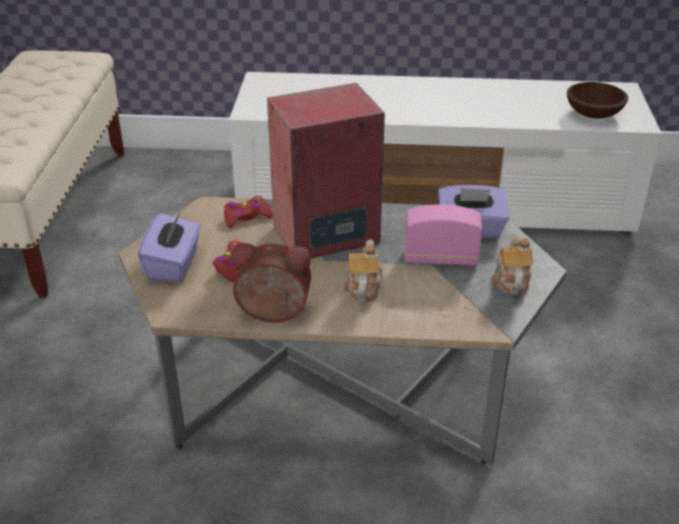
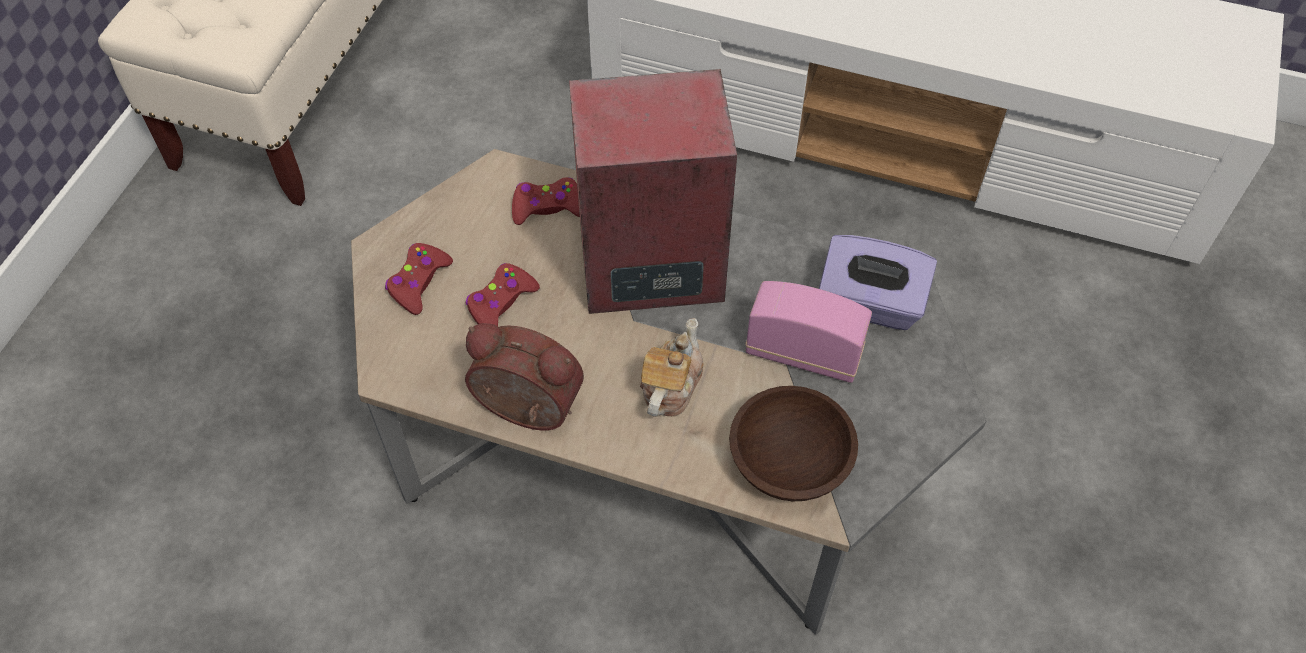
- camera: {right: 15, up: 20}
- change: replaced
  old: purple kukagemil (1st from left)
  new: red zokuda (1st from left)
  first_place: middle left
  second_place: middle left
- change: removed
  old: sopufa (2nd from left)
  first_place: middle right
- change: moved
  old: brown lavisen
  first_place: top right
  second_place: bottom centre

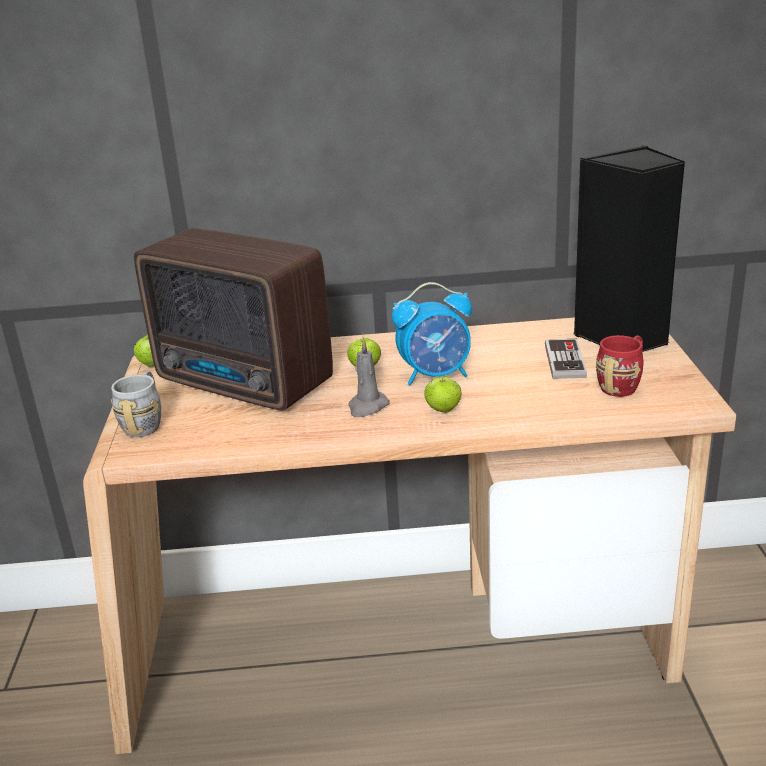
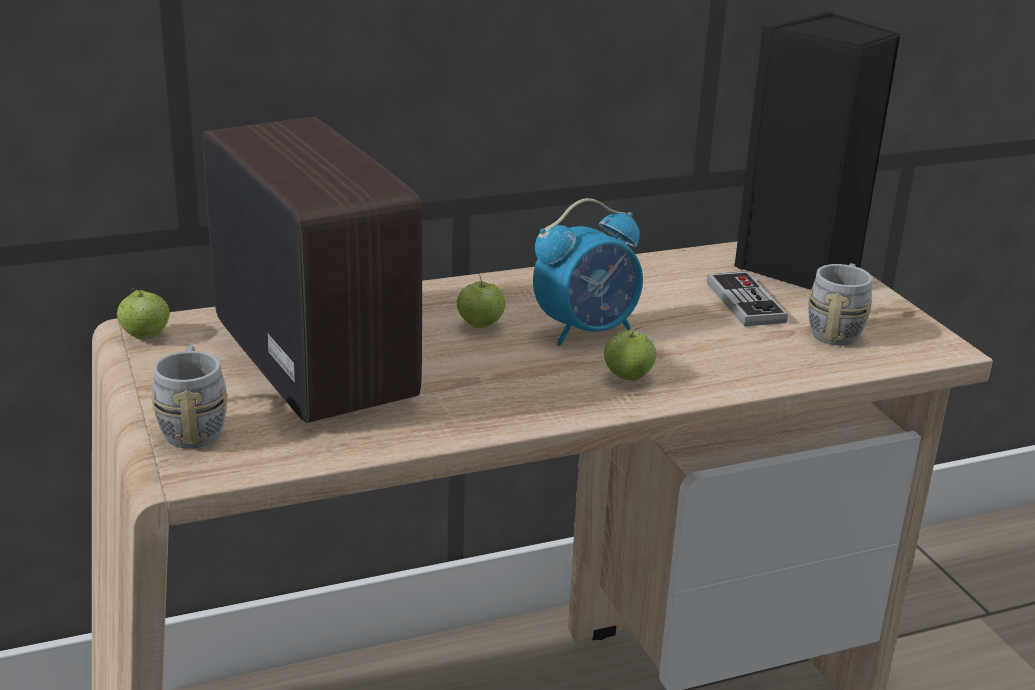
- camera: {right: -20, up: 0}
- change: turned
  old: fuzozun
  first_place: middle left
  second_place: middle left
  degrees: -135
- change: removed
  old: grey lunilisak
  first_place: centre
- change: recoloured
  old: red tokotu
  new: grey tokotu (2nd from left)
  first_place: middle right
  second_place: middle right

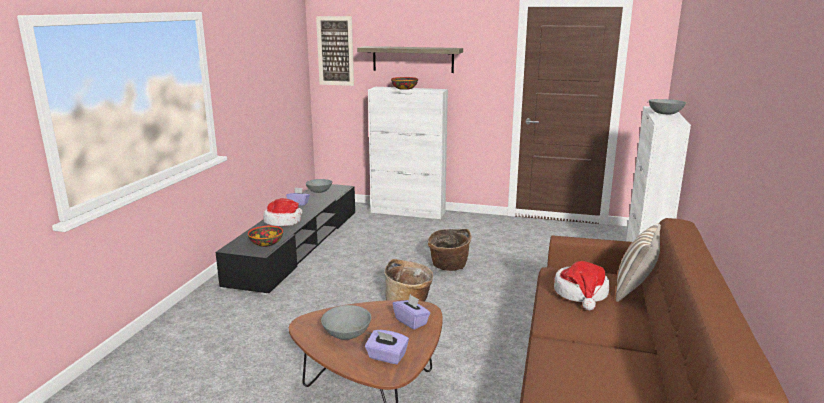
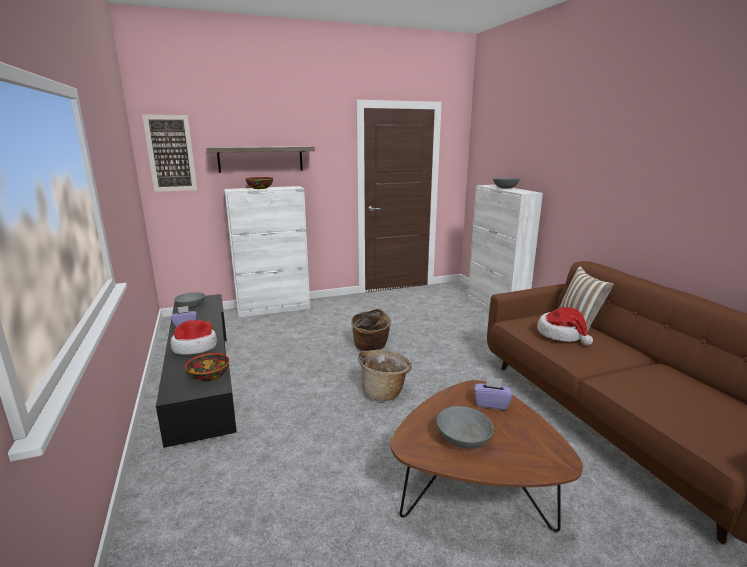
- camera: {right: -35, up: 0}
- change: removed
  old: purple kukagemil (2nd from left)
  first_place: bottom centre

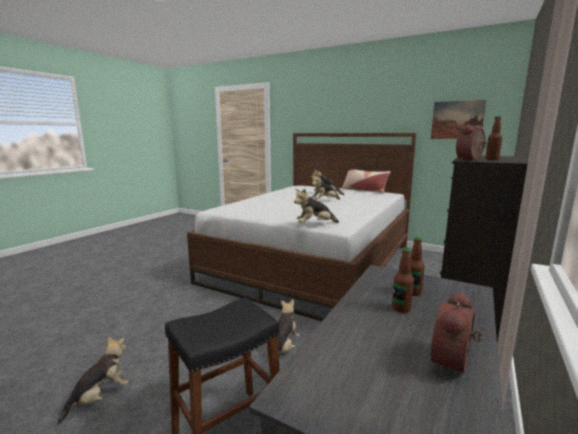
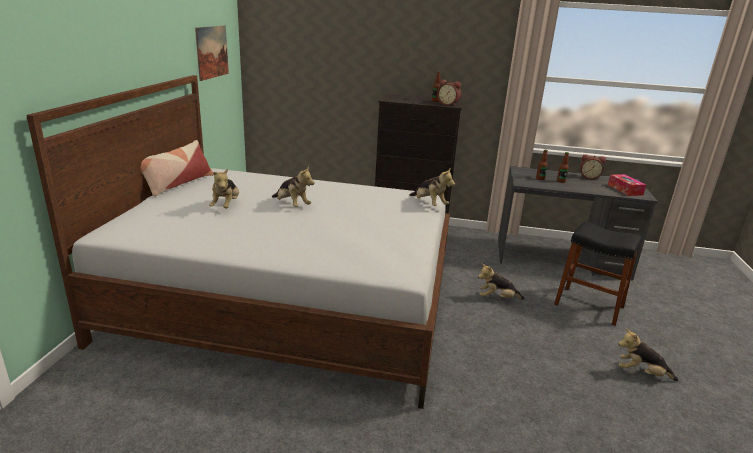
- camera: {right: -110, up: 10}
- change: added
  new: kukagemil
  second_place: middle right

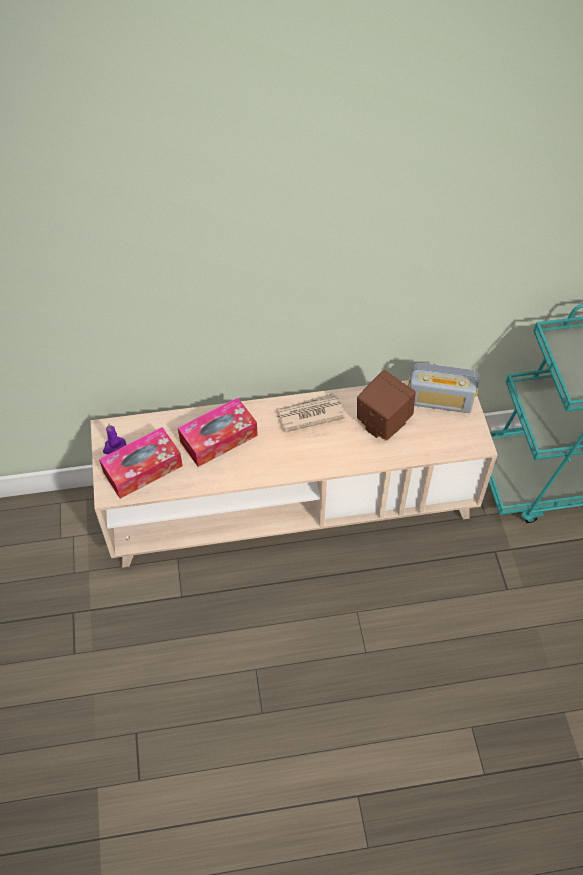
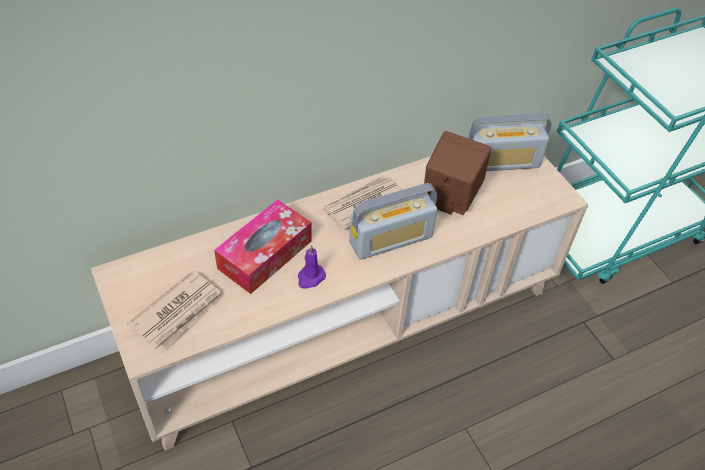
- camera: {right: -20, up: -5}
- change: replaced
  old: kukagemil (1st from left)
  new: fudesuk (1st from left)
  first_place: middle left
  second_place: middle left
- change: moved
  old: purple lunilisak
  first_place: middle left
  second_place: centre
- change: added
  new: fuzozun (1st from left)
  second_place: centre

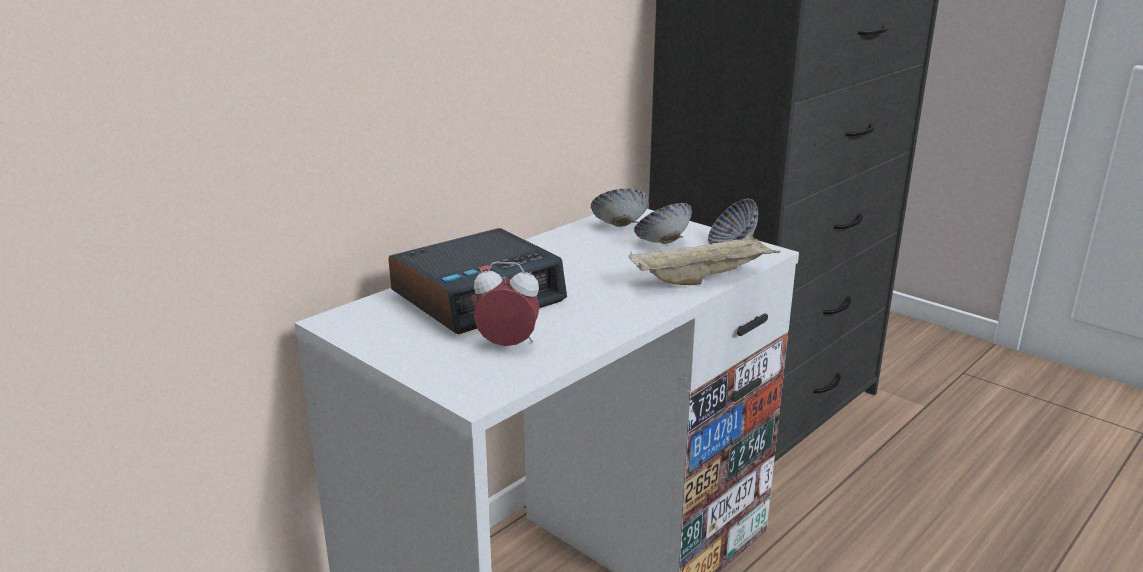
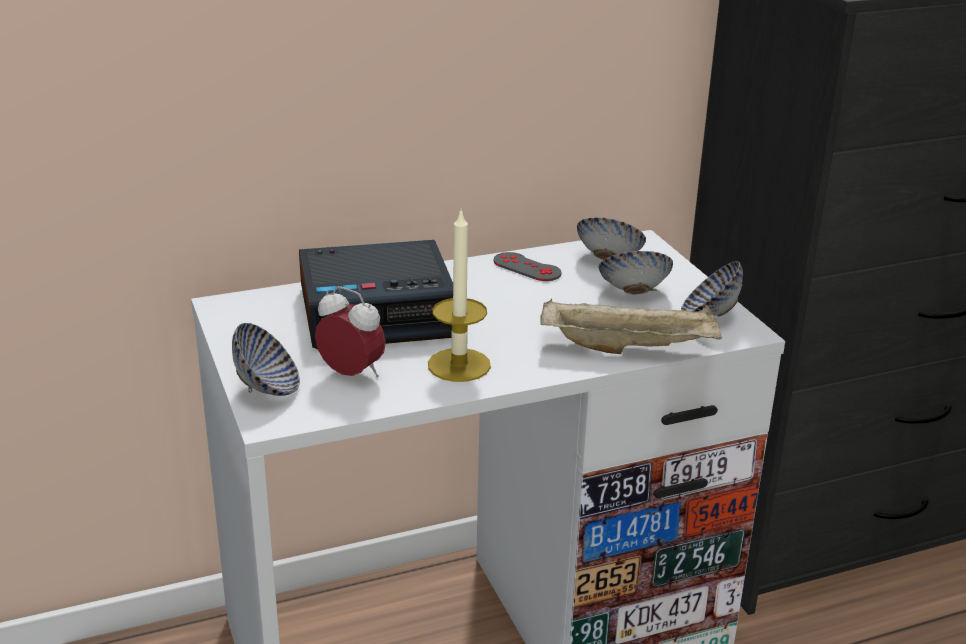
- camera: {right: 25, up: 5}
- change: added
  new: lavisen (1st from left)
  second_place: middle left
- change: added
  new: lunilisak
  second_place: centre
- change: added
  new: grey zokuda
  second_place: centre

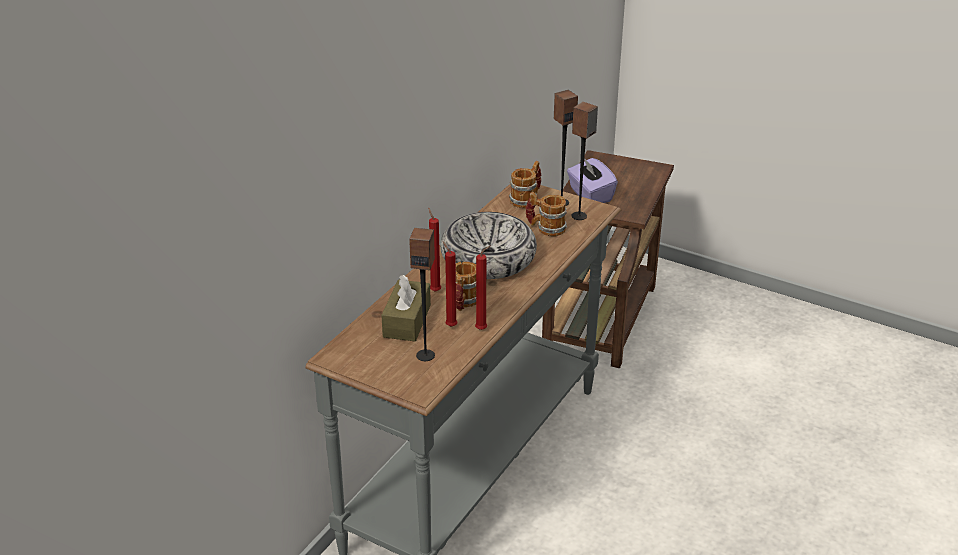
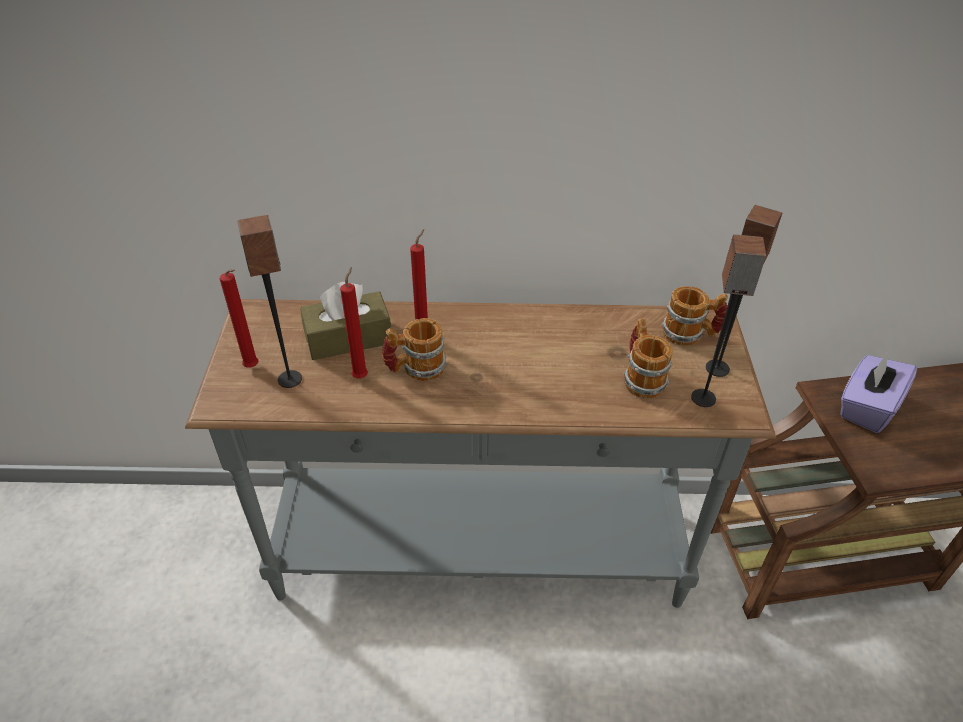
- camera: {right: 60, up: 10}
- change: removed
  old: lavisen
  first_place: centre
- change: moved
  old: red lunilisak (3rd from left in the first image)
  new: red lunilisak (1st from left)
  first_place: centre
  second_place: middle left

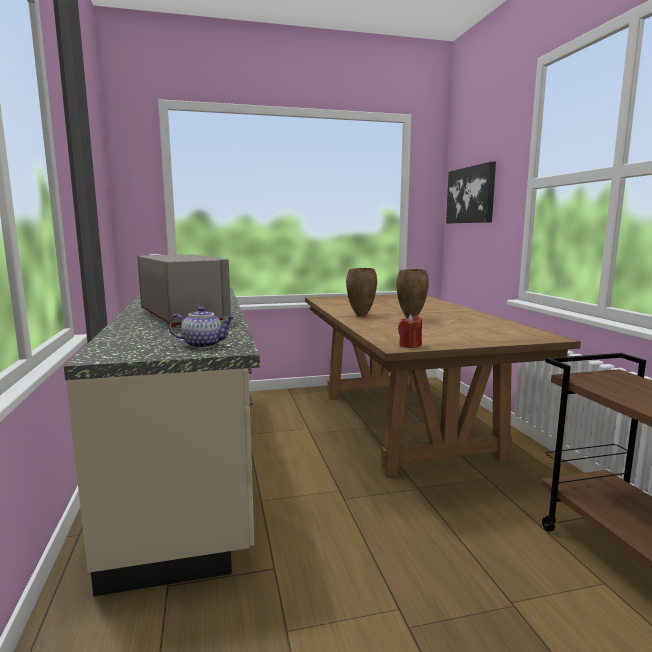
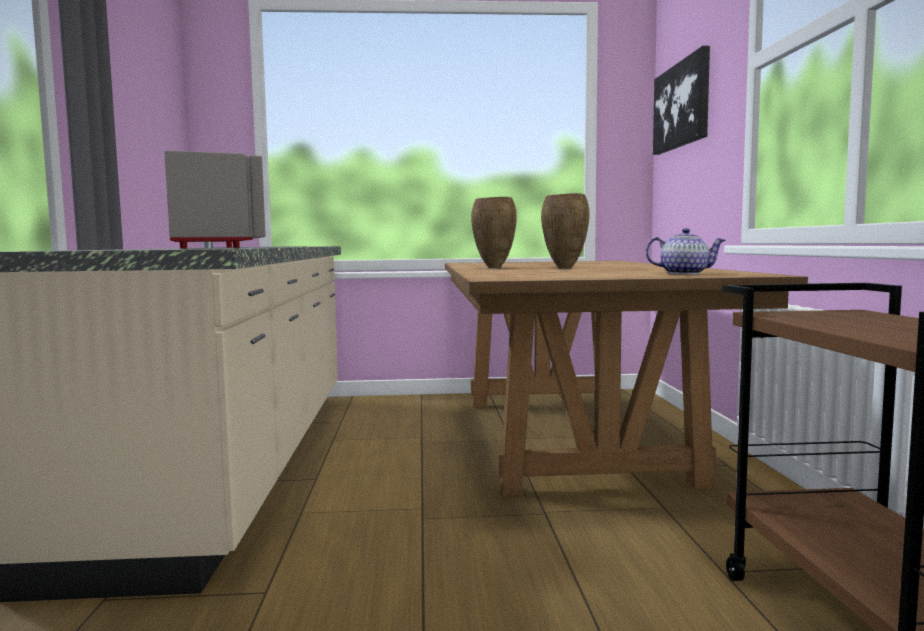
- camera: {right: 10, up: -5}
- change: moved
  old: sopufa
  first_place: middle left
  second_place: middle right
- change: removed
  old: red lunilisak
  first_place: centre

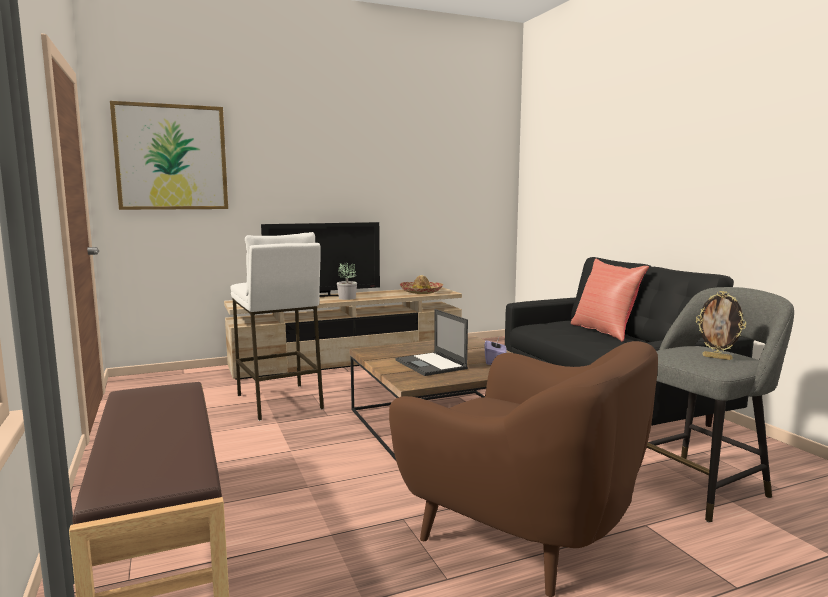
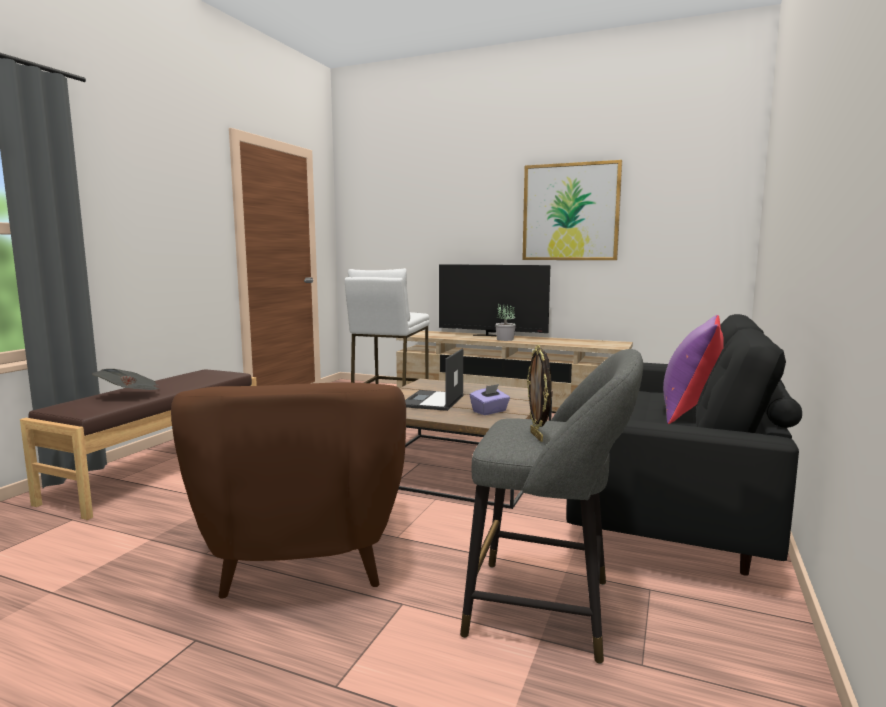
- camera: {right: 45, up: 0}
- change: moved
  old: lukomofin
  first_place: top left
  second_place: top centre
- change: removed
  old: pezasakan
  first_place: centre
- change: recoloured
  old: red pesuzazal
  new: purple pesuzazal
  first_place: middle right
  second_place: middle right
- change: added
  new: fudesuk
  second_place: middle left

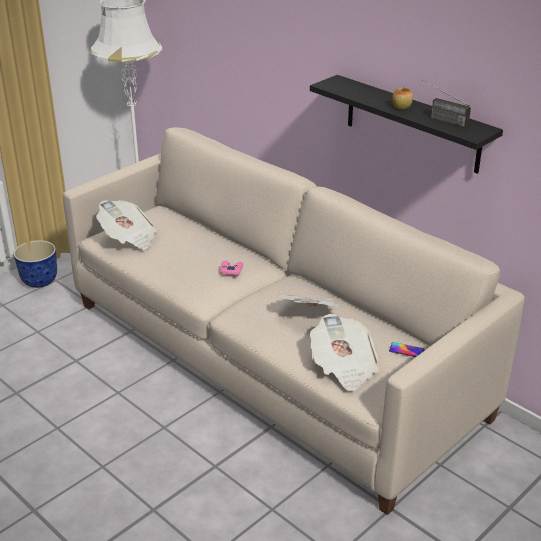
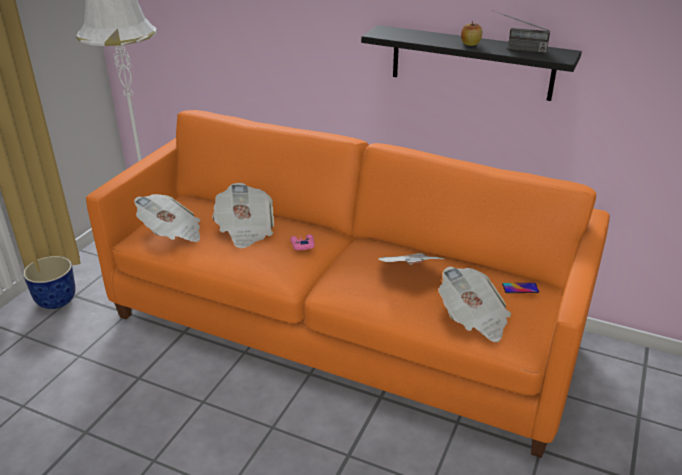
- camera: {right: -20, up: 0}
- change: recoloured
  old: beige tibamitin
  new: orange tibamitin
  first_place: centre
  second_place: centre
- change: added
  new: fudesuk (2nd from left)
  second_place: centre

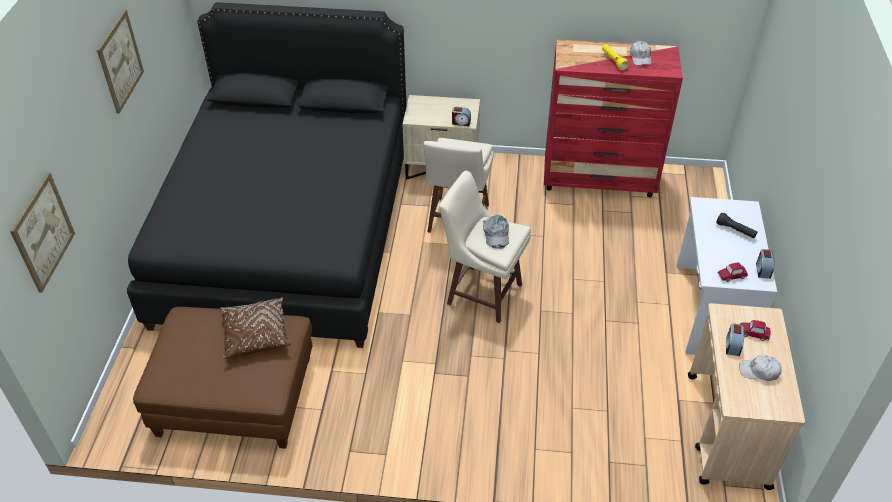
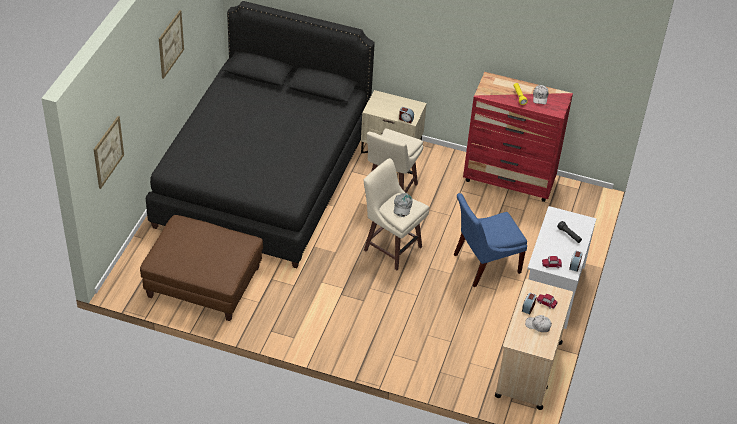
- camera: {right: 10, up: 0}
- change: removed
  old: brown pesuzazal
  first_place: middle left
- change: added
  new: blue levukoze
  second_place: centre

